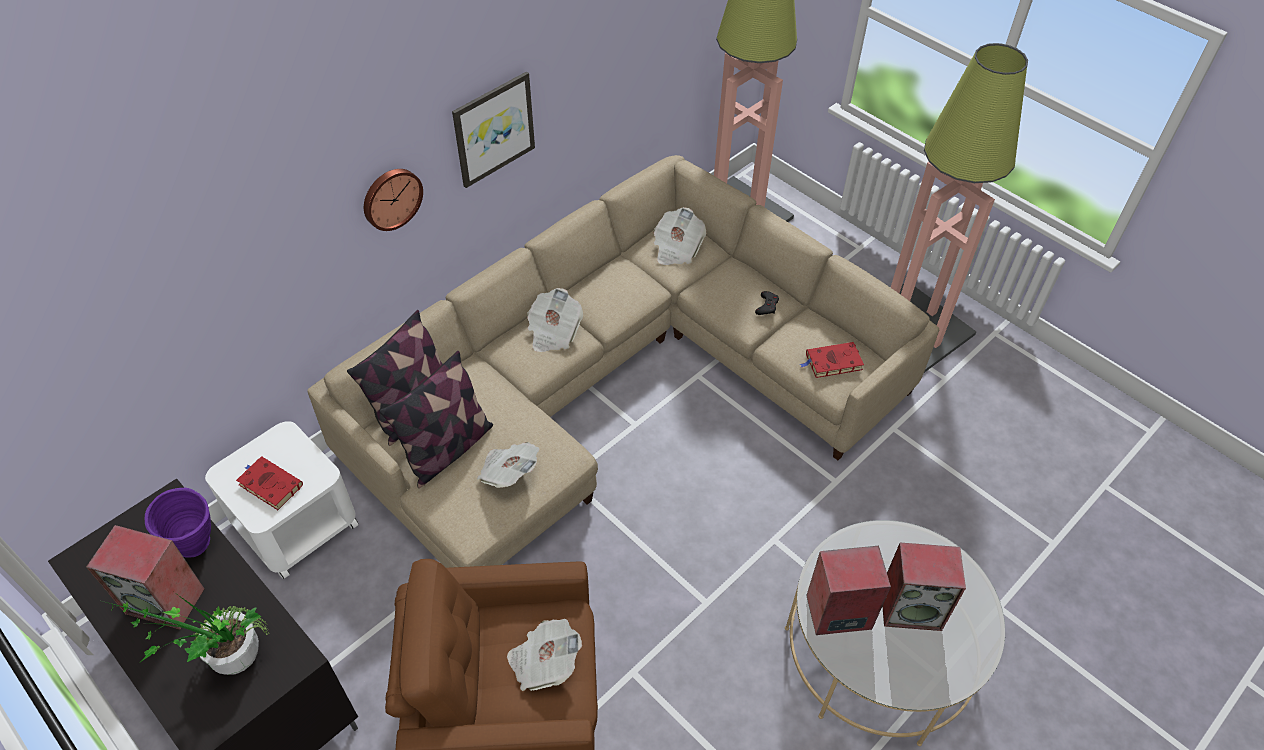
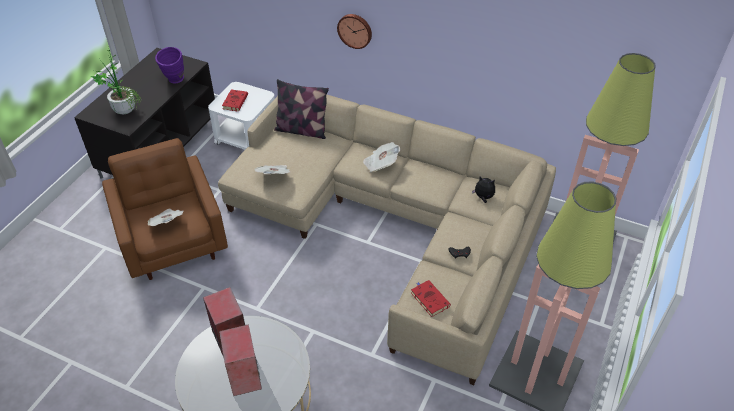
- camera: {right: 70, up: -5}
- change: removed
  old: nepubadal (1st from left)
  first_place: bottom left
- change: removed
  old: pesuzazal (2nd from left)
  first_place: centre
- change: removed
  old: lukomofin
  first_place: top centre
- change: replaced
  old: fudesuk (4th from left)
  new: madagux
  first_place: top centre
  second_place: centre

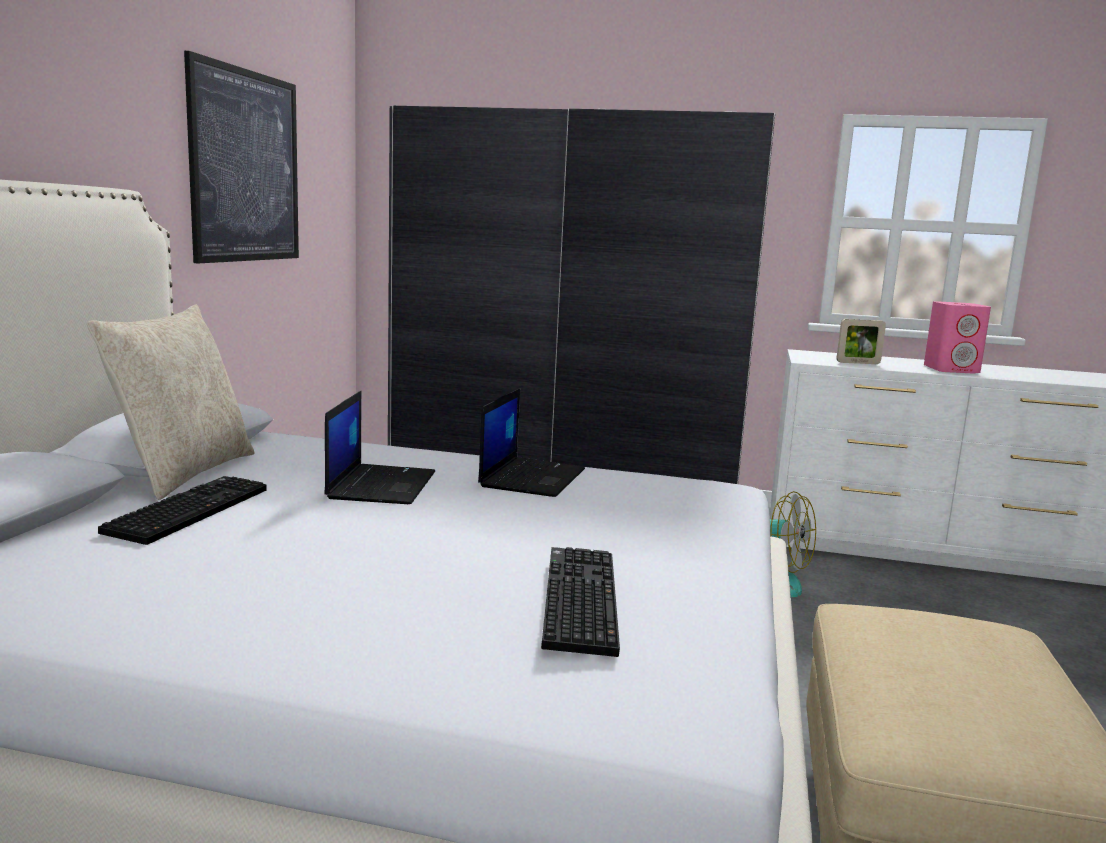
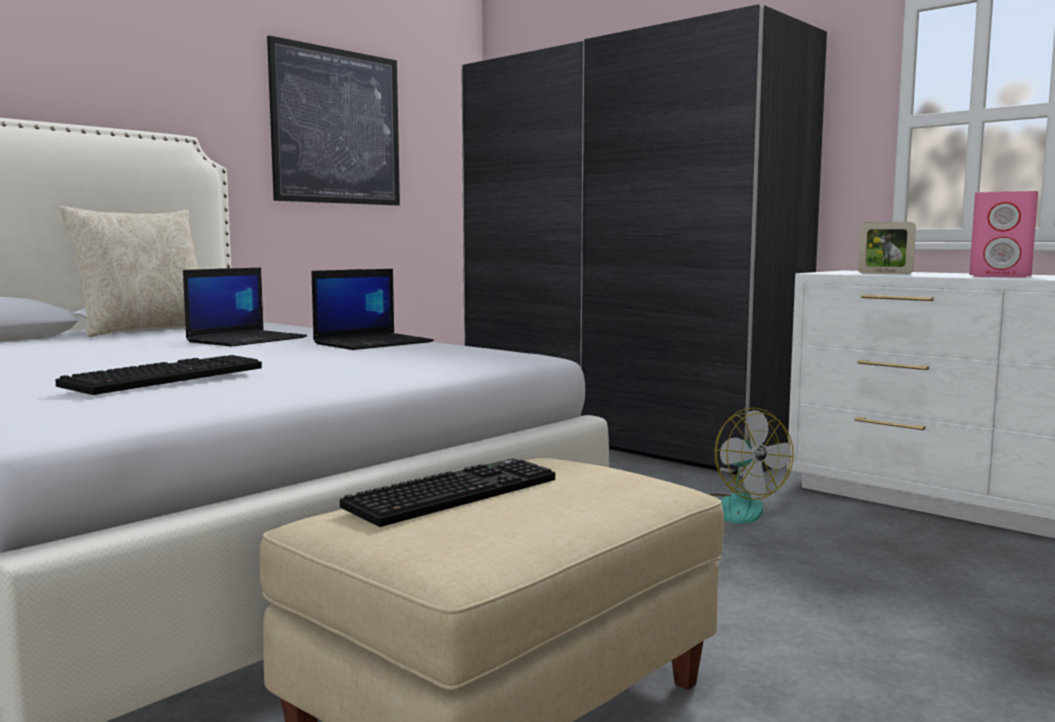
- camera: {right: 30, up: -5}
- change: moved
  old: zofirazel (1st from left in the first image)
  new: zofirazel (2nd from left)
  first_place: middle left
  second_place: bottom centre

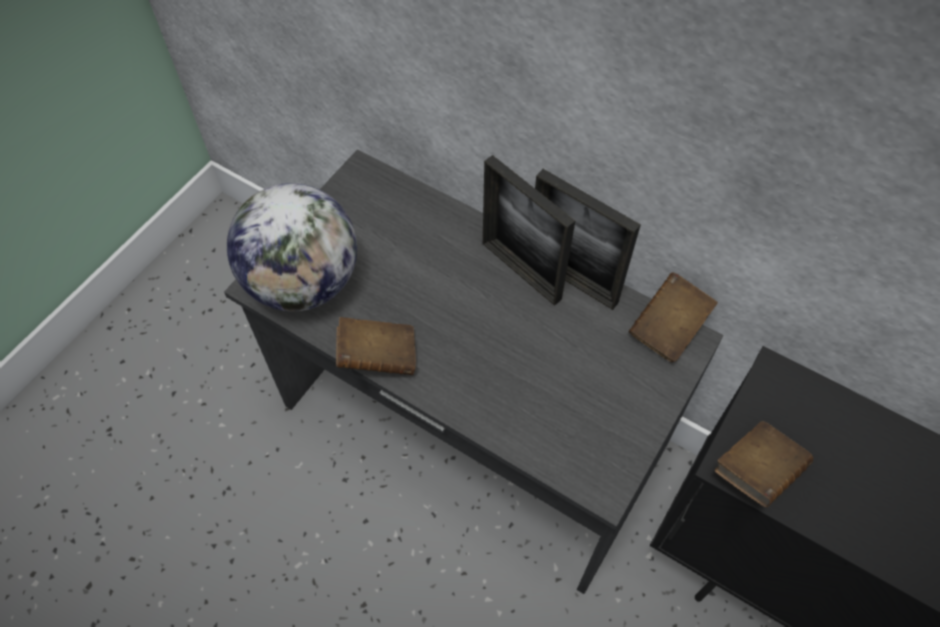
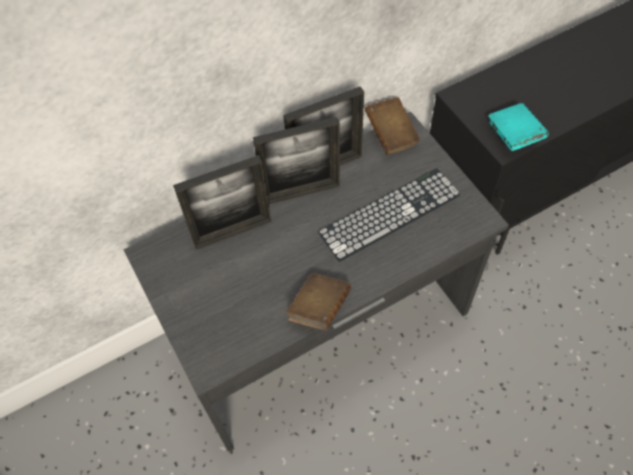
- camera: {right: -60, up: 0}
- change: removed
  old: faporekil
  first_place: middle left
- change: recoloured
  old: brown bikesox (3rd from left)
  new: turquoise bikesox
  first_place: bottom right
  second_place: top right
- change: added
  new: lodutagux (1st from left)
  second_place: centre
- change: added
  new: zofirazel
  second_place: centre

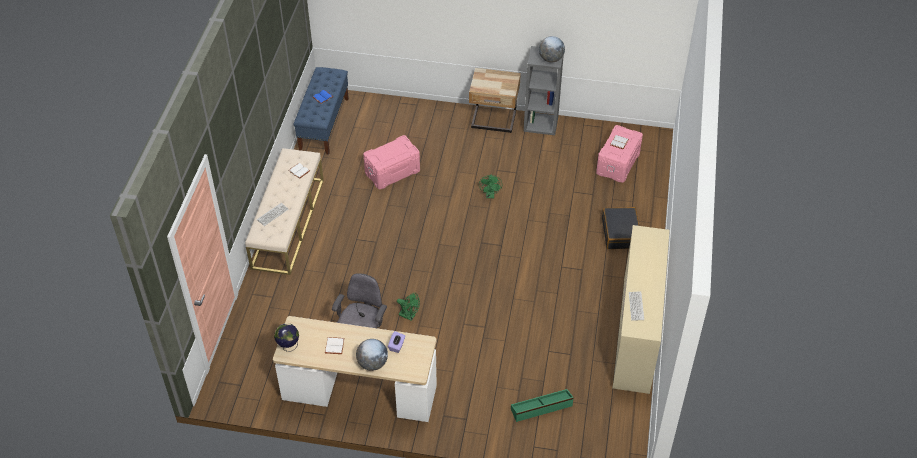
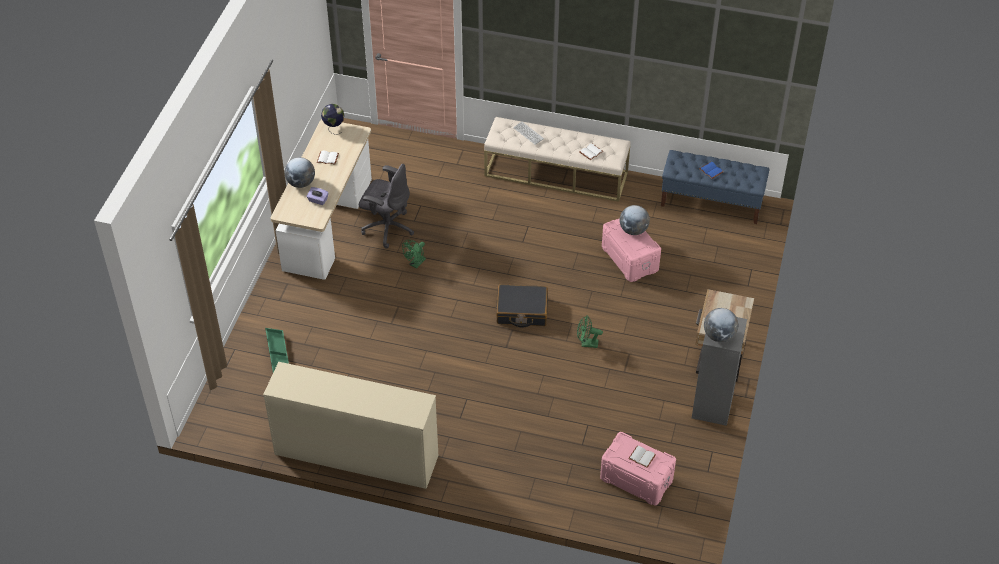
- camera: {right: 95, up: 0}
- change: moved
  old: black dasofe
  first_place: middle right
  second_place: centre
- change: removed
  old: zofirazel (2nd from left)
  first_place: bottom right
- change: added
  new: faporekil (3rd from left)
  second_place: centre

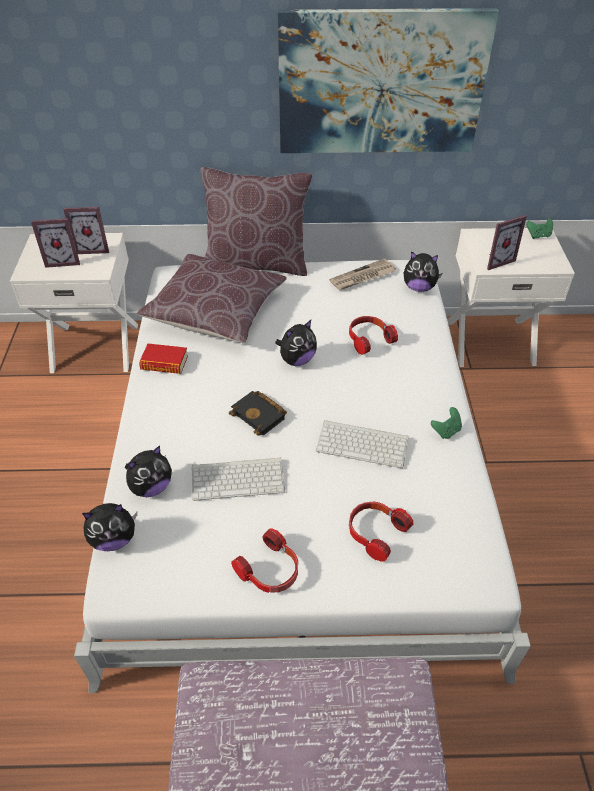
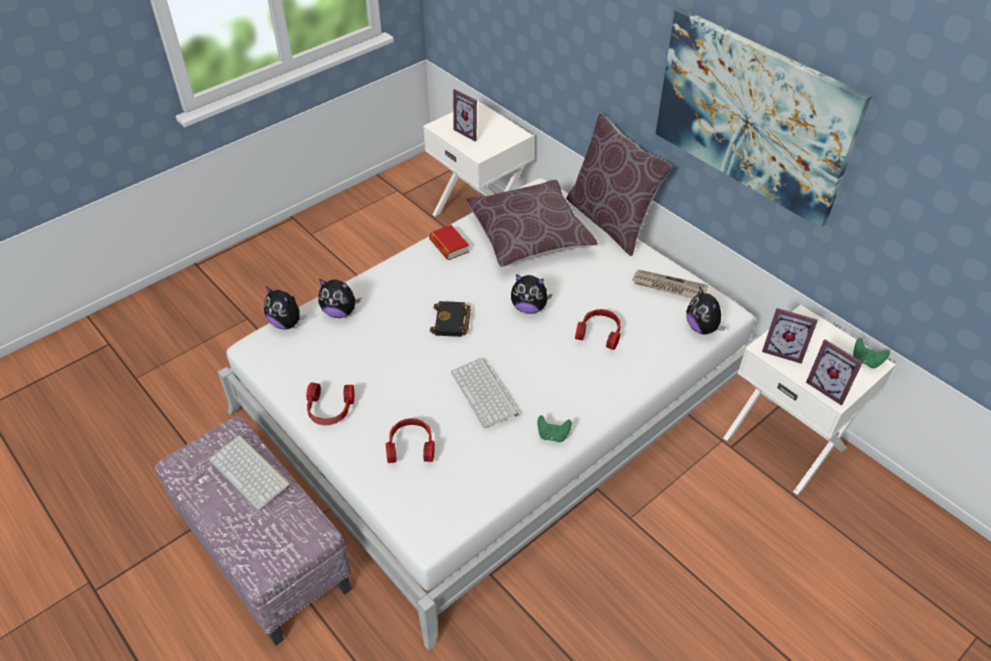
- camera: {right: 50, up: 0}
- change: moved
  old: lodutagux (2nd from left in the first image)
  new: lodutagux (3rd from left)
  first_place: top left
  second_place: middle right
- change: moved
  old: zofirazel (1st from left)
  first_place: centre
  second_place: bottom left

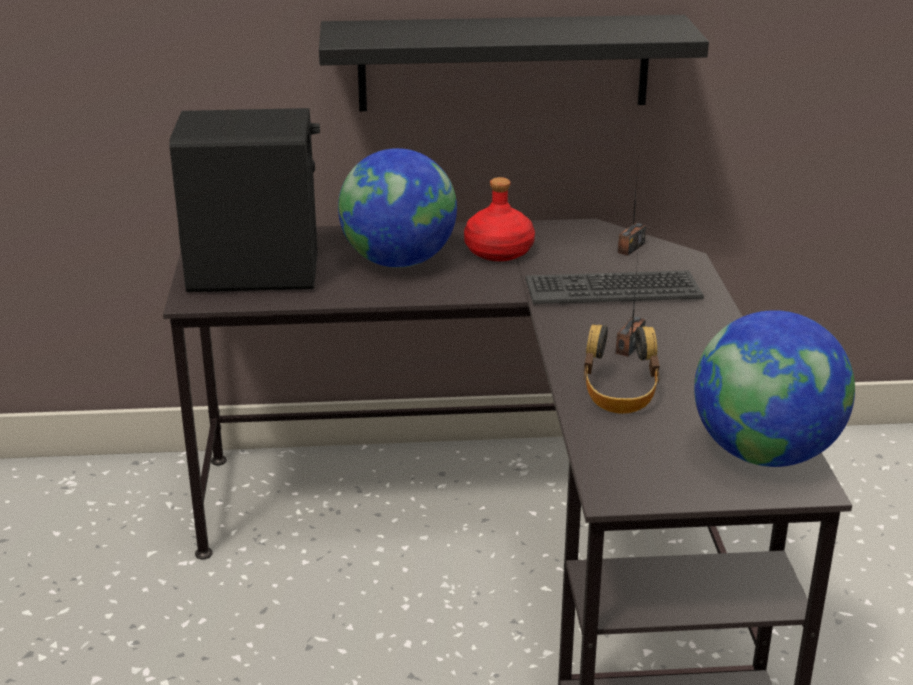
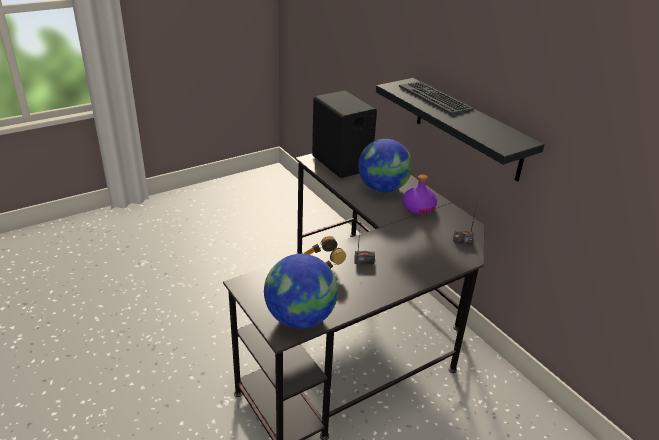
- camera: {right: 60, up: 5}
- change: recoloured
  old: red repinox
  new: purple repinox
  first_place: top centre
  second_place: centre
- change: moved
  old: zofirazel
  first_place: middle right
  second_place: top centre

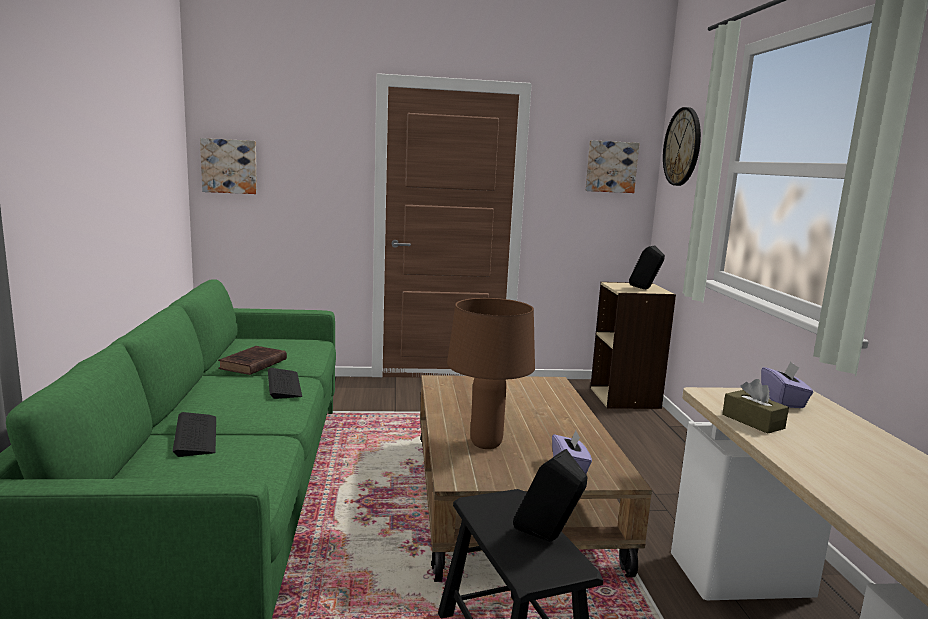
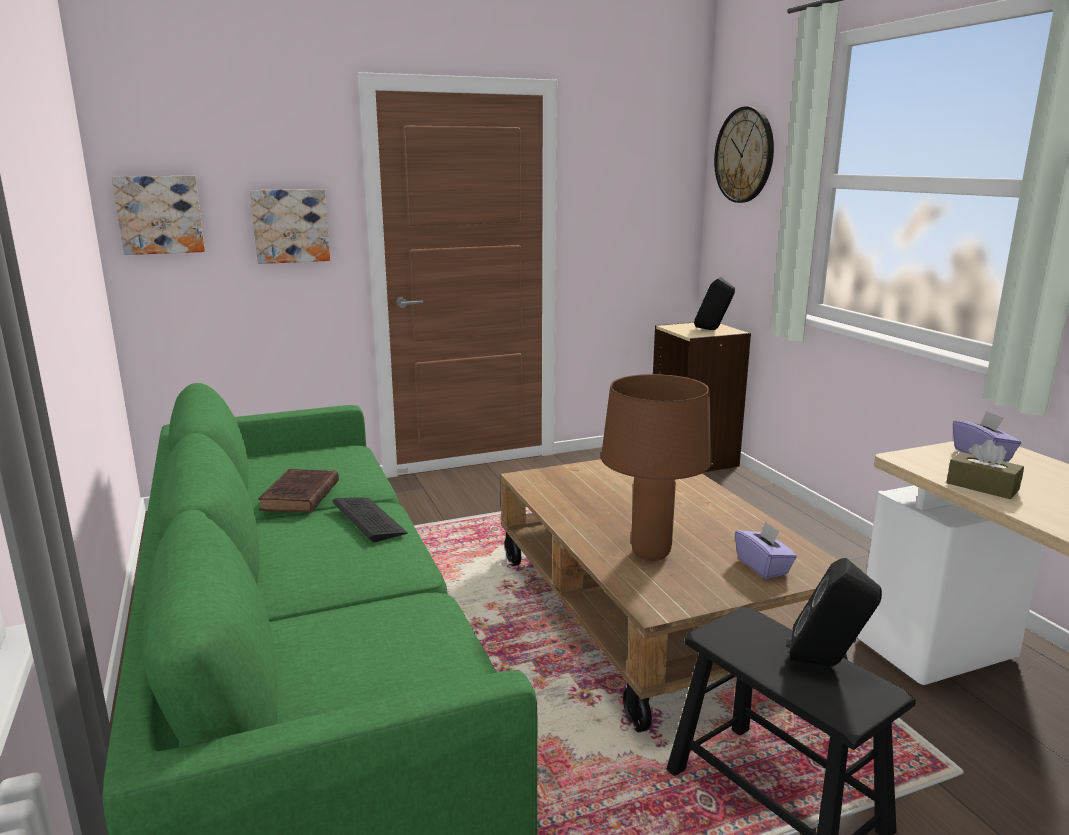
- camera: {right: -15, up: 5}
- change: removed
  old: zofirazel (1st from left)
  first_place: bottom left
- change: moved
  old: lukomofin (2nd from left)
  first_place: top centre
  second_place: top left

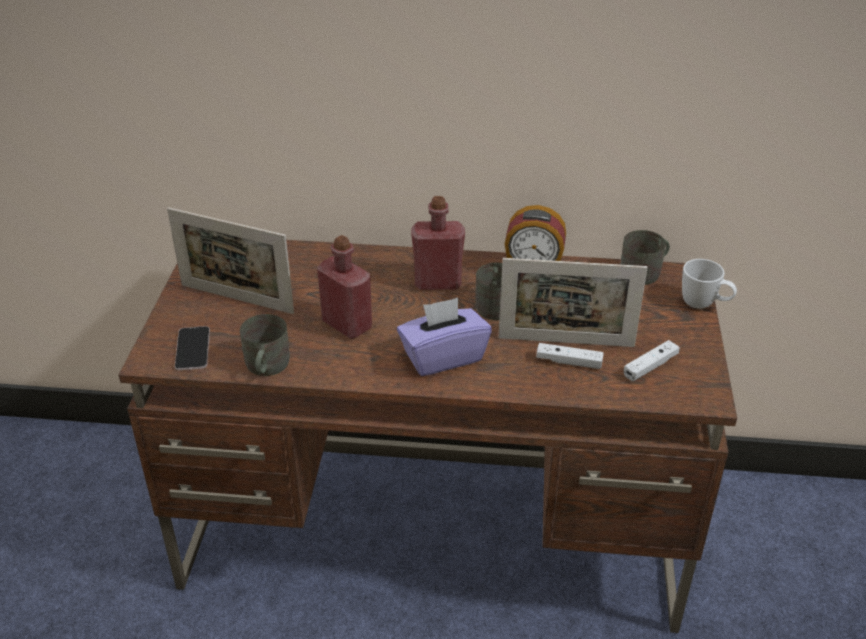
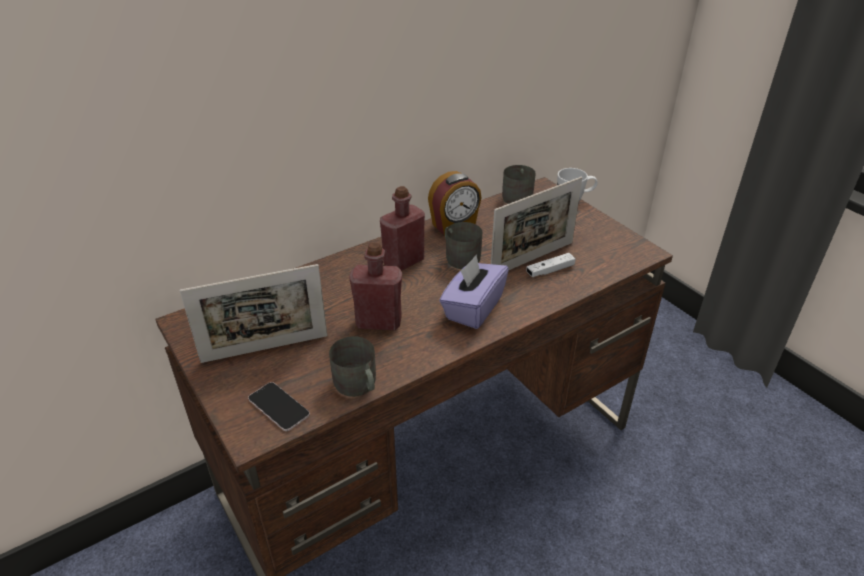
- camera: {right: -40, up: 0}
- change: removed
  old: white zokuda (2nd from left)
  first_place: middle right

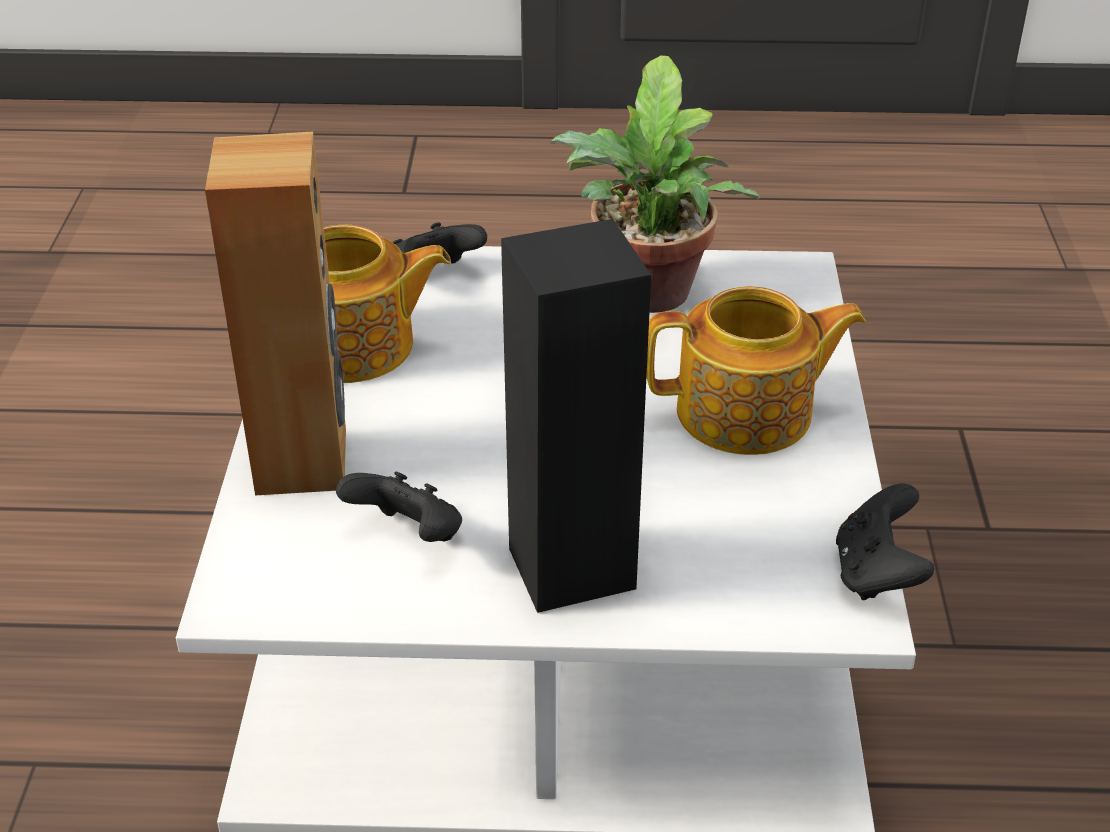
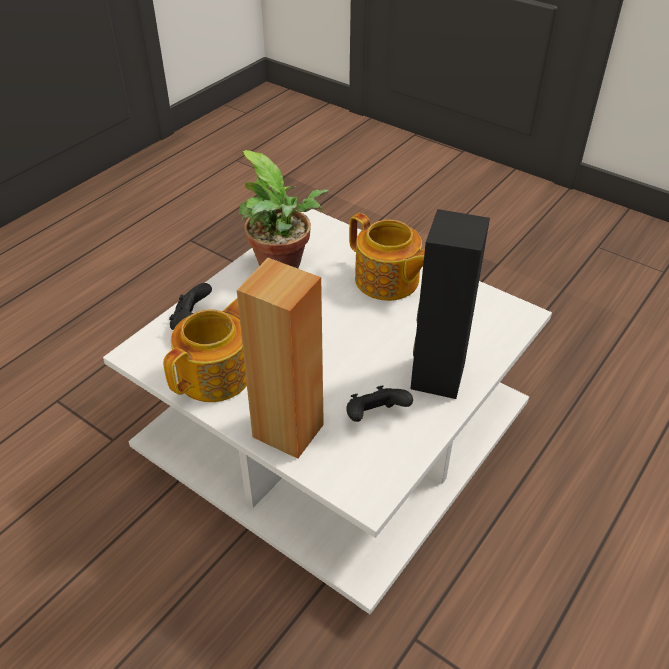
- camera: {right: -55, up: 5}
- change: turned
  old: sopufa (2nd from left)
  first_place: middle right
  second_place: centre
  degrees: 105
- change: removed
  old: black zokuda (3rd from left)
  first_place: middle right

